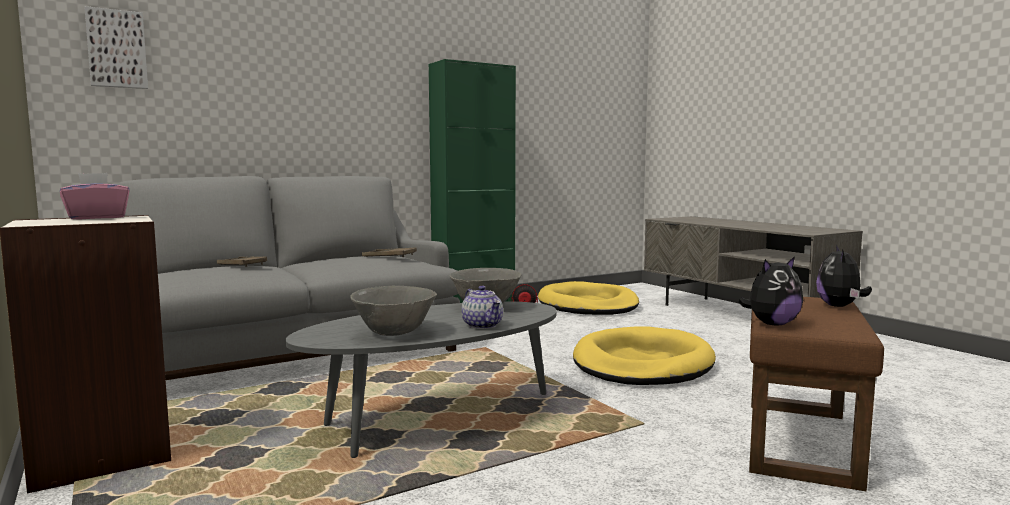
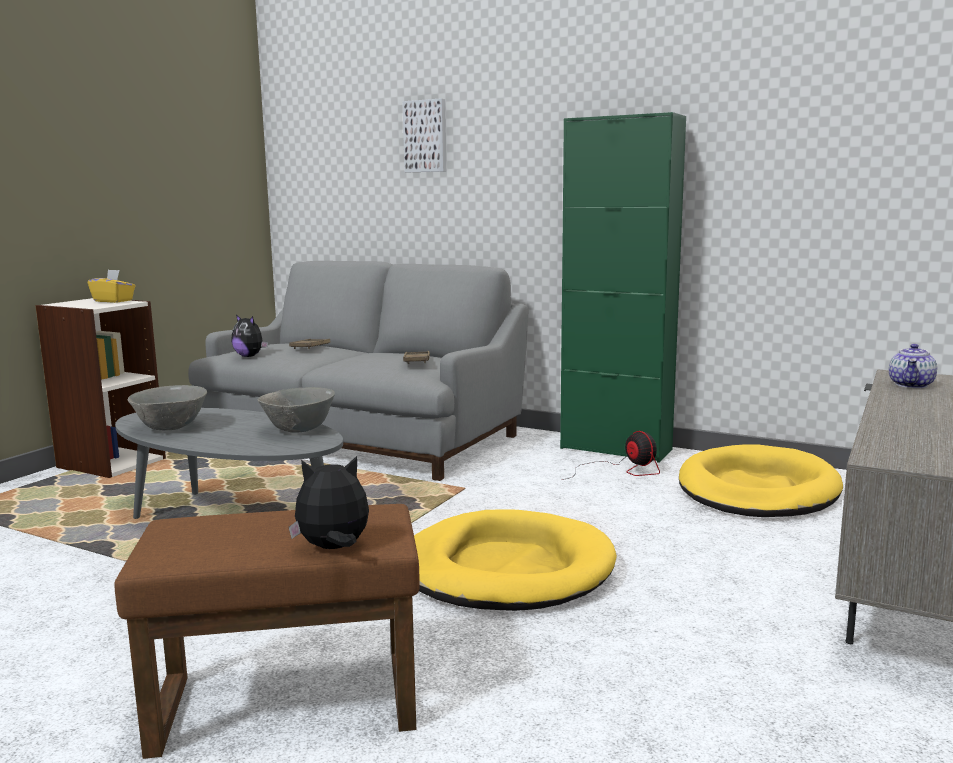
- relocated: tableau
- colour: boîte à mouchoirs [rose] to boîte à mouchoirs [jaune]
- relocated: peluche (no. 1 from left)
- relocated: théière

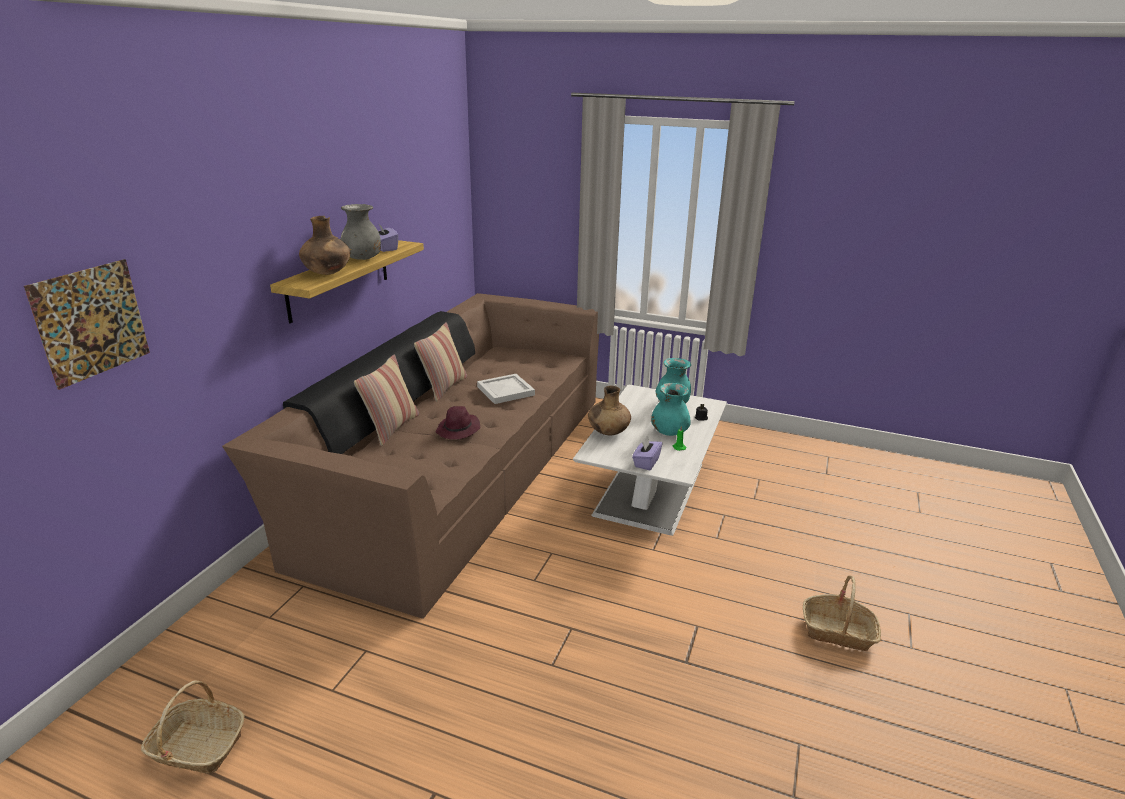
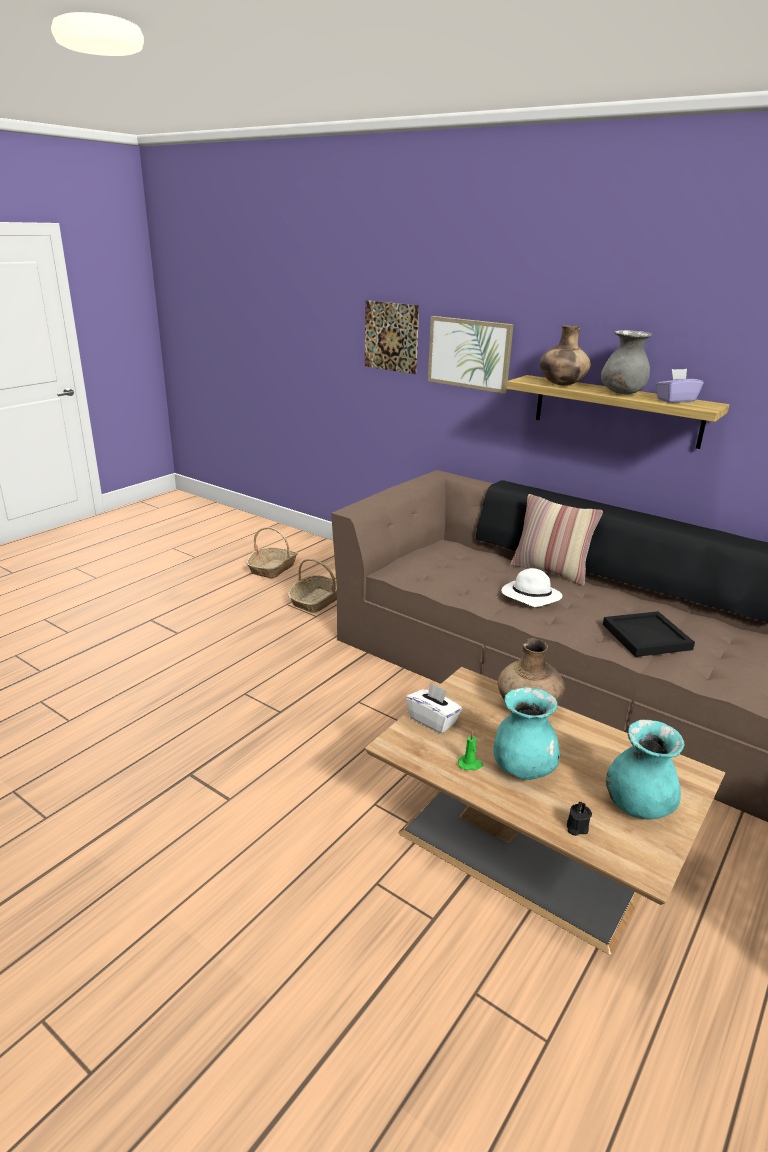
- missing: coussin (no. 2 from left)
- colour: plateau [blanc] to plateau [noir]
- colour: table basse [blanc] to table basse [marron]
- colour: chapeau [violet] to chapeau [blanc]
- colour: boîte à mouchoirs [violet] (no. 2 from left) to boîte à mouchoirs [blanc]
- relocated: panier (no. 2 from left)
- appeared: tableau (no. 2 from left)

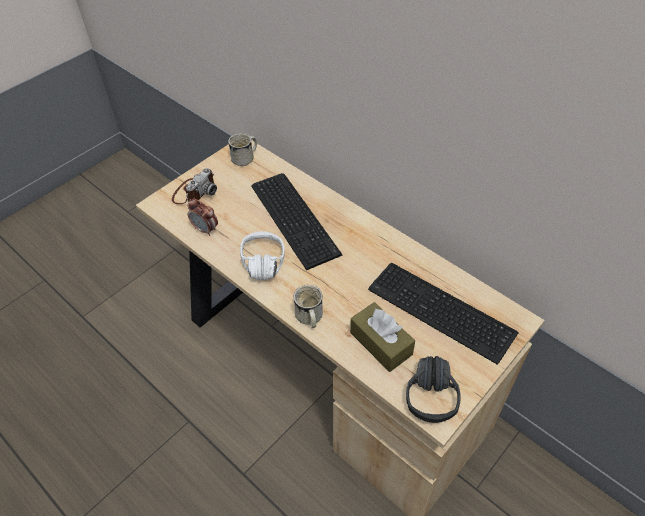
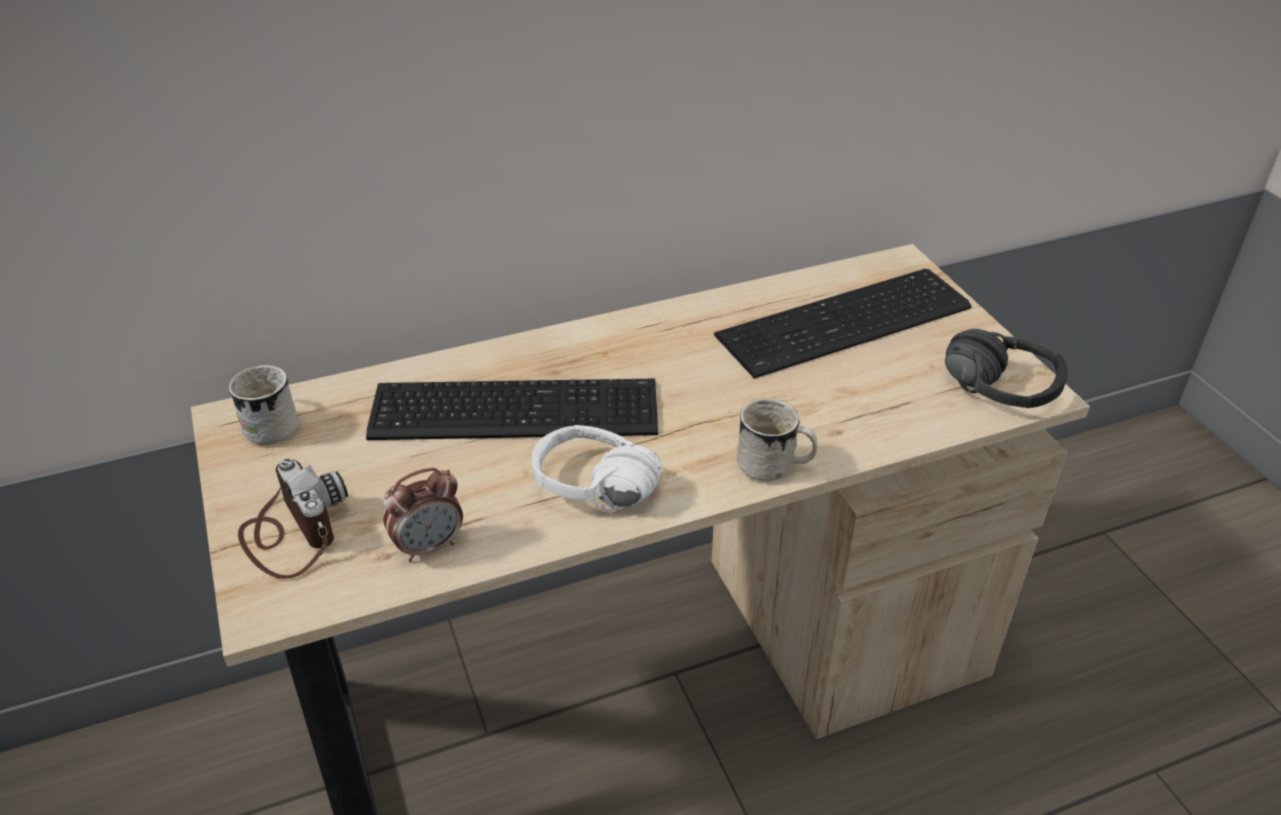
- missing: boîte à mouchoirs [marron]

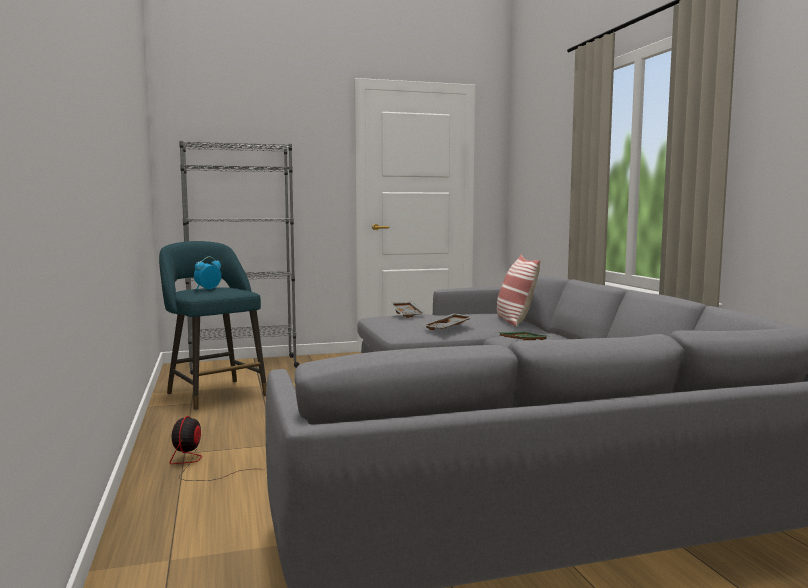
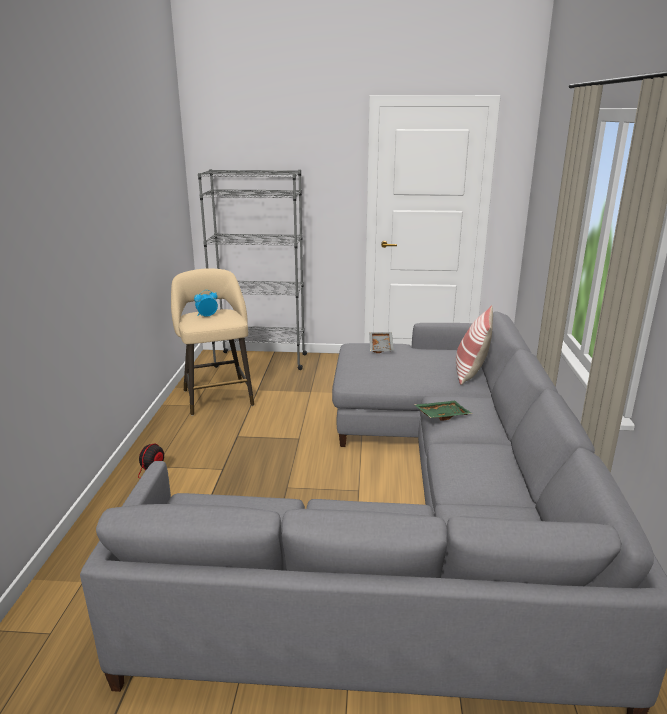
- colour: tabouret [turquoise] to tabouret [beige]
- missing: plateau [gris] (no. 2 from left)

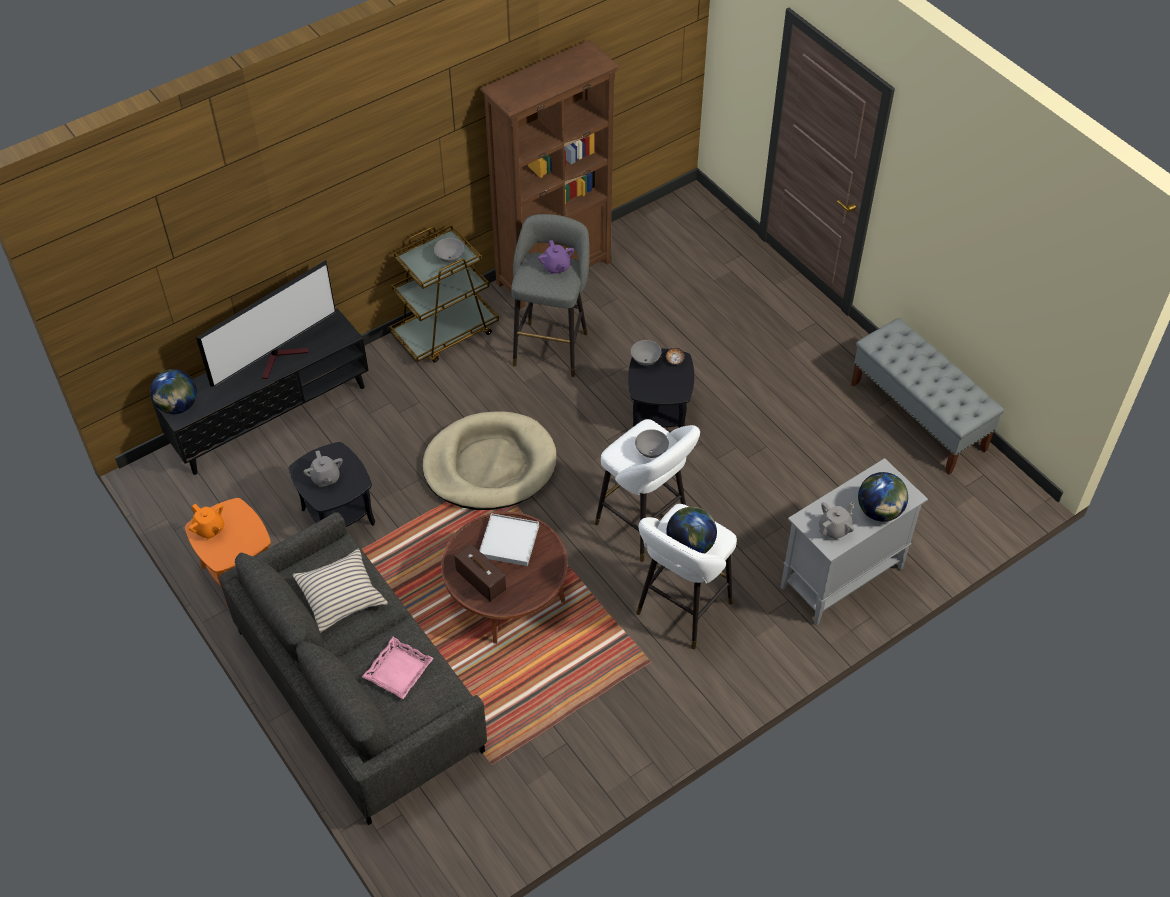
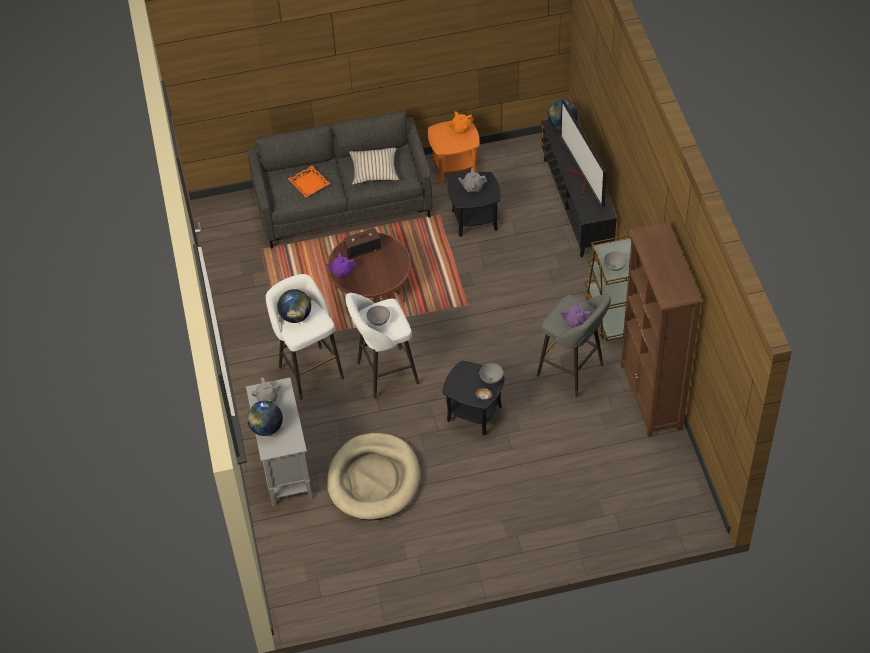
- missing: banc [gris]
- relocated: panier pour chien [beige]
- missing: plateau [blanc]
- colour: plateau [rose] to plateau [orange]
- appeared: théière [violet] (no. 1 from left)

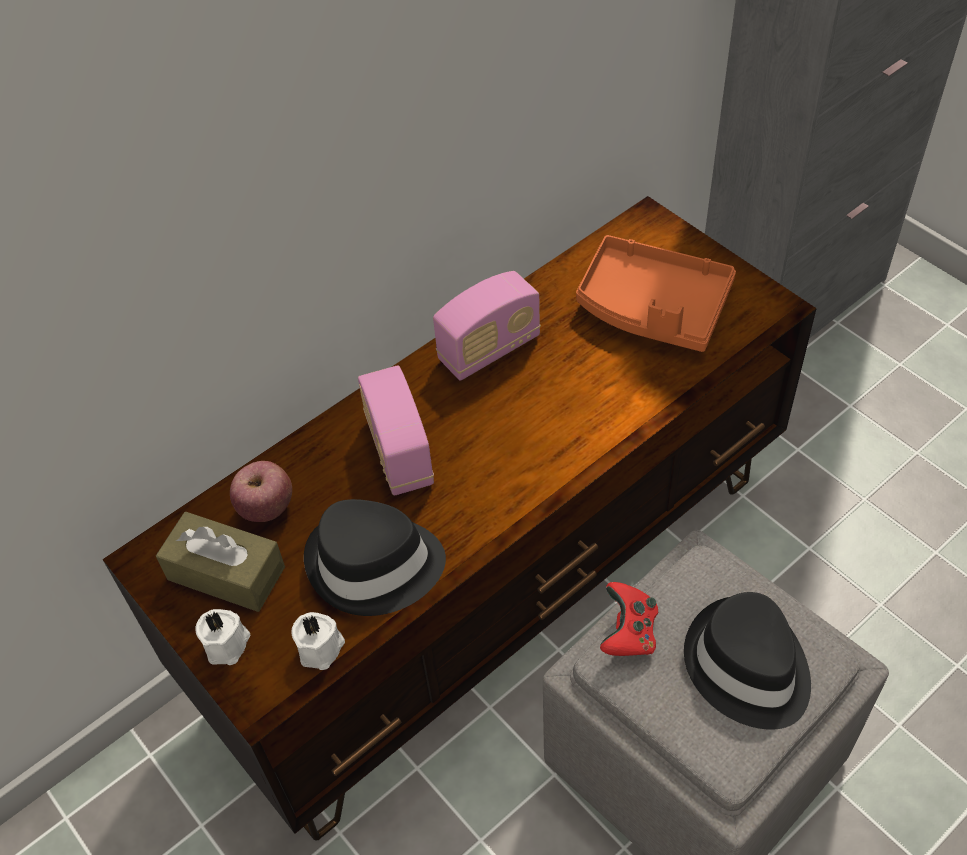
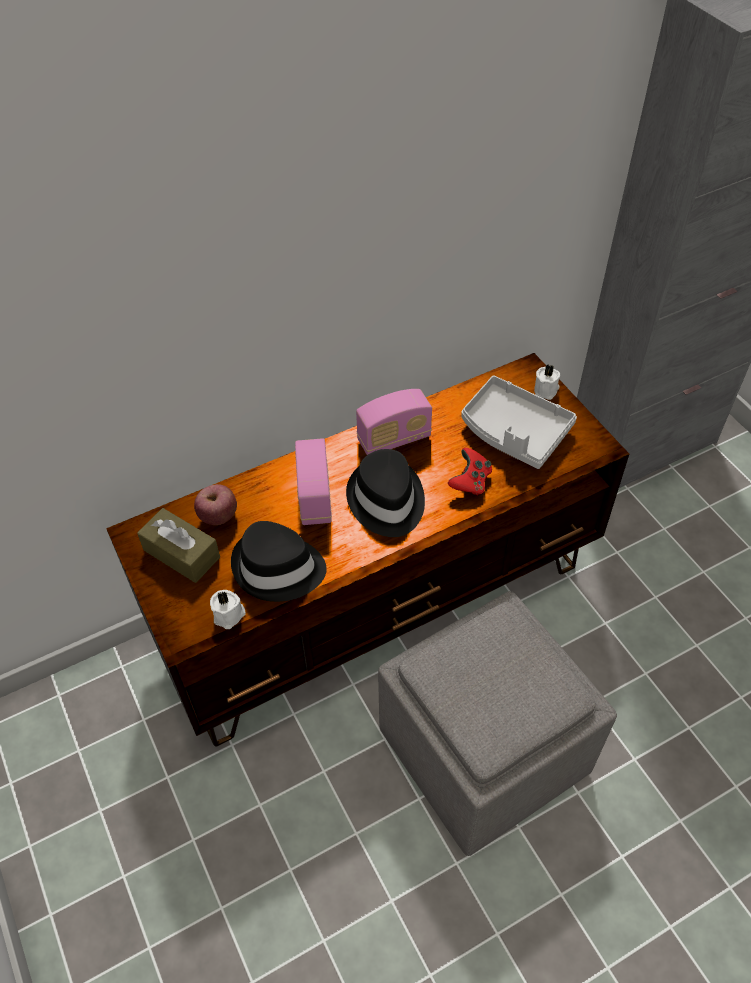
- colour: plateau [orange] to plateau [gris]
- relocated: manette [rouge]
- relocated: chapeau [noir] (no. 2 from left)
- relocated: bougie [blanc] (no. 1 from left in the first image) to bougie [blanc] (no. 2 from left)

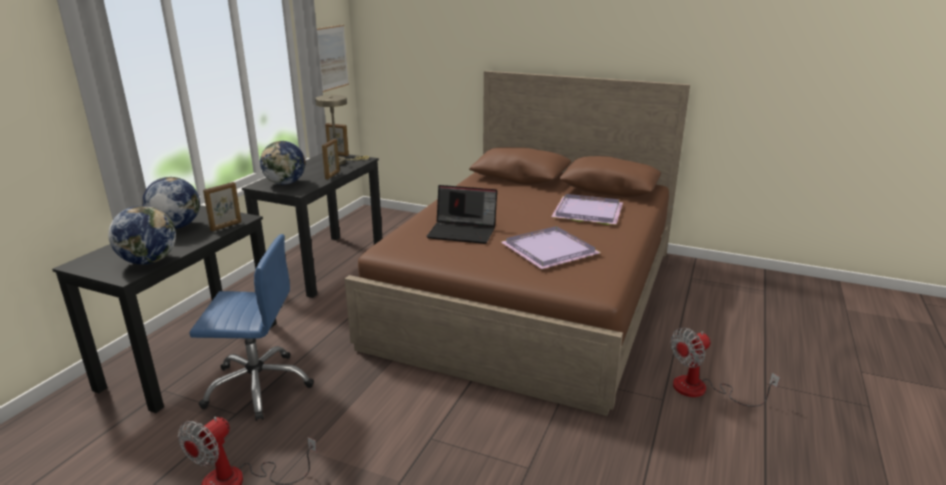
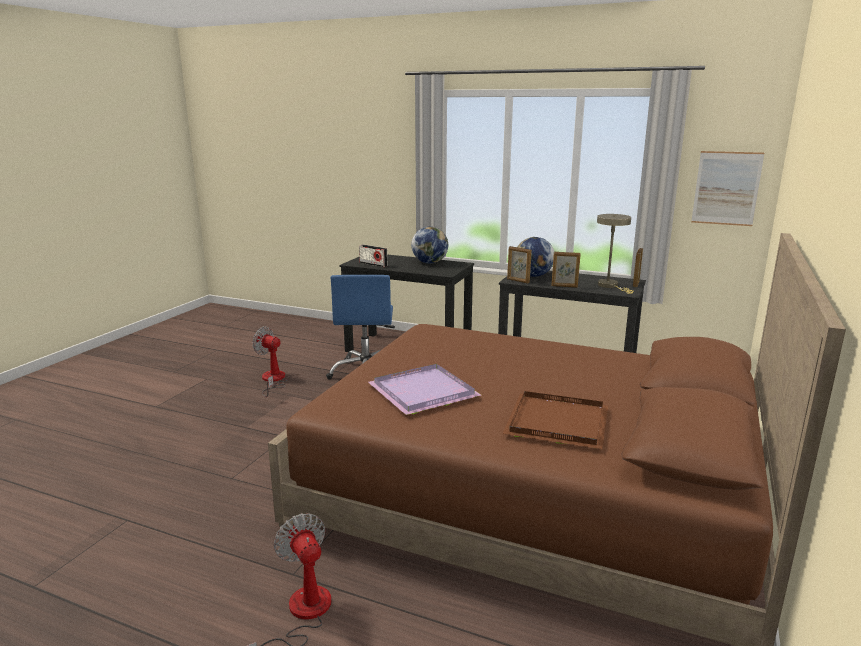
- relocated: cadre photo (no. 1 from left)
- missing: ordinateur portable
- colour: plateau [violet] (no. 2 from left) to plateau [marron]
- exchanged: globe (no. 1 from left) to radio

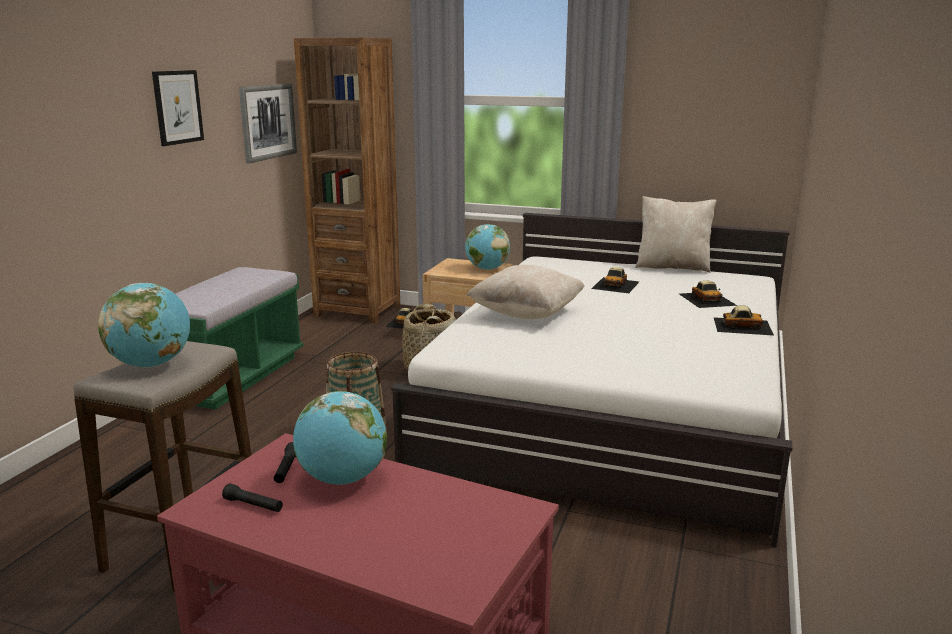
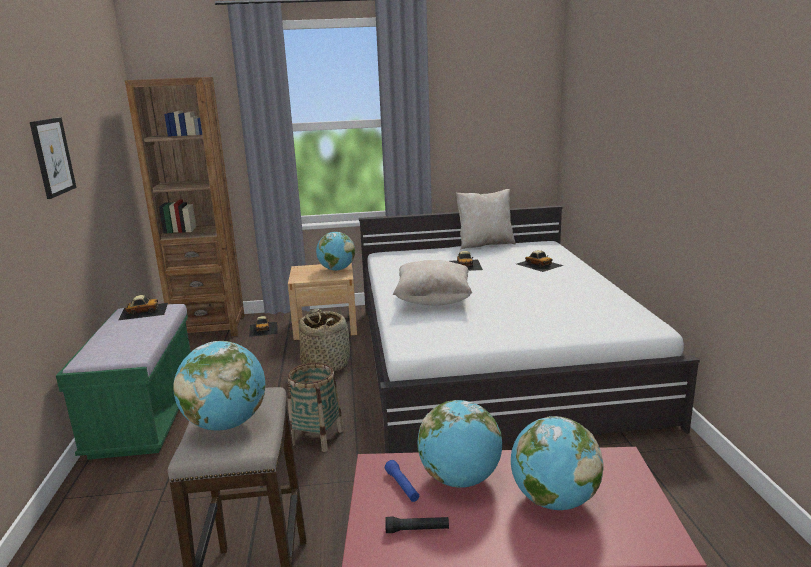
- missing: tableau (no. 2 from left)
- relocated: petite voiture (no. 4 from left in the first image) to petite voiture (no. 1 from left)
- colour: lampe de poche [noir] (no. 2 from left) to lampe de poche [bleu]
- appeared: globe (no. 4 from left)

